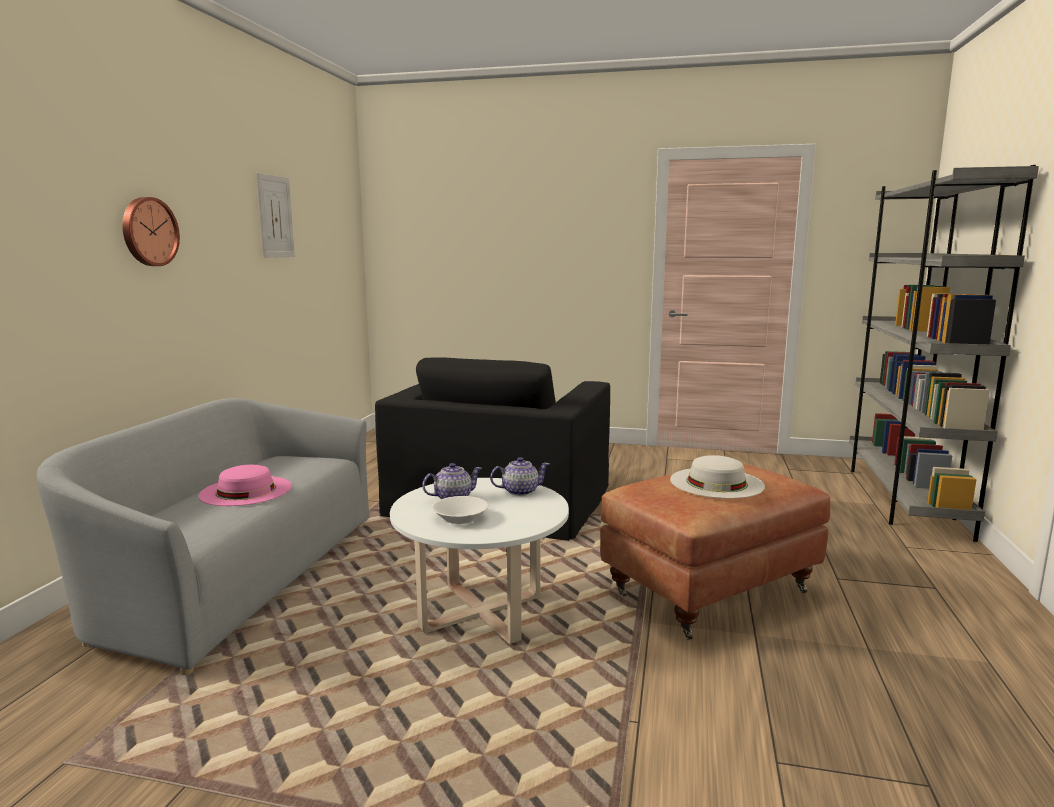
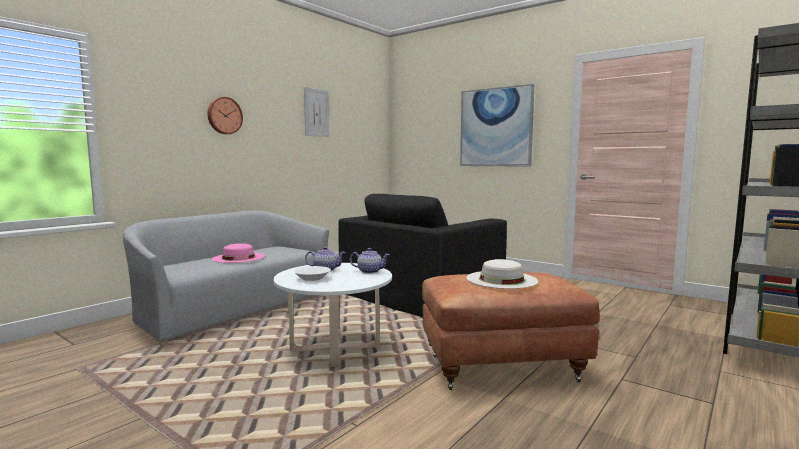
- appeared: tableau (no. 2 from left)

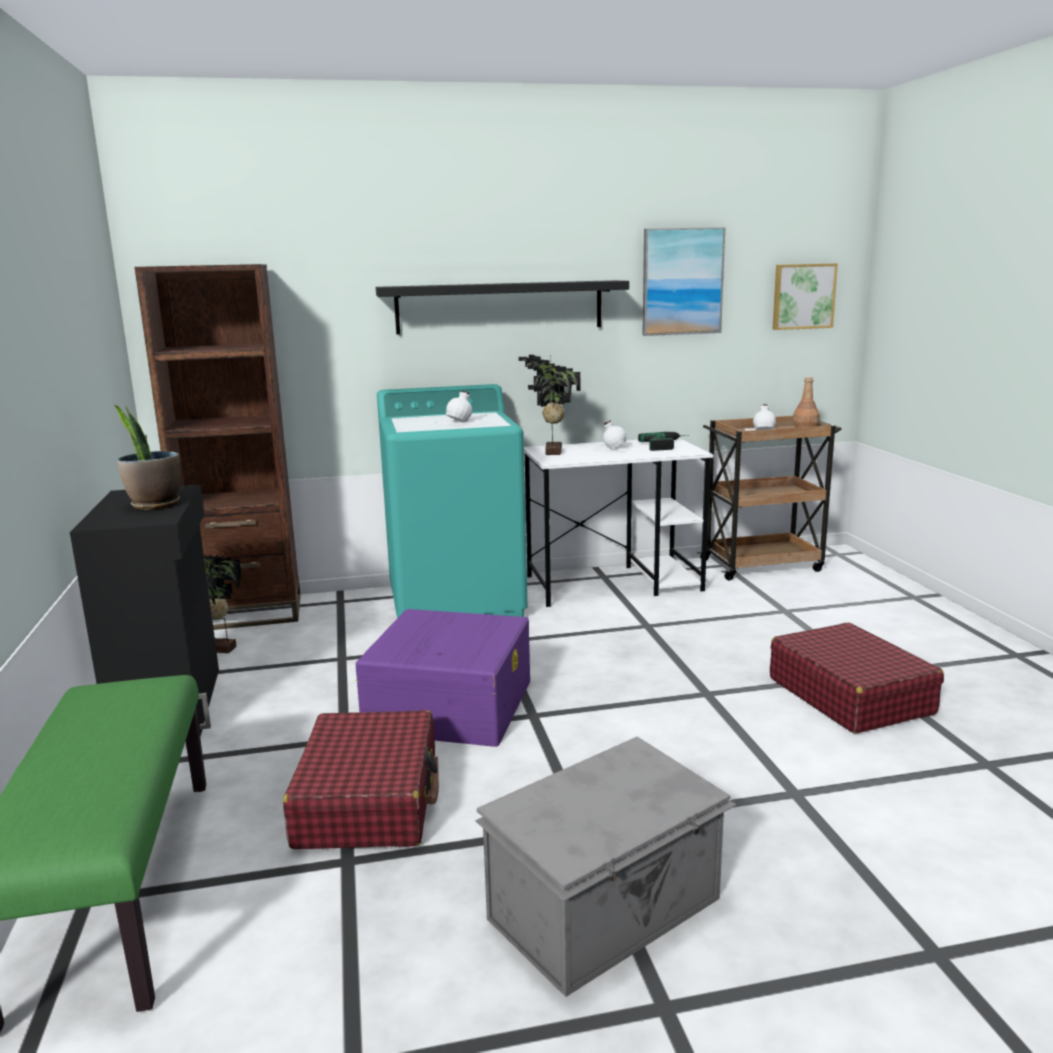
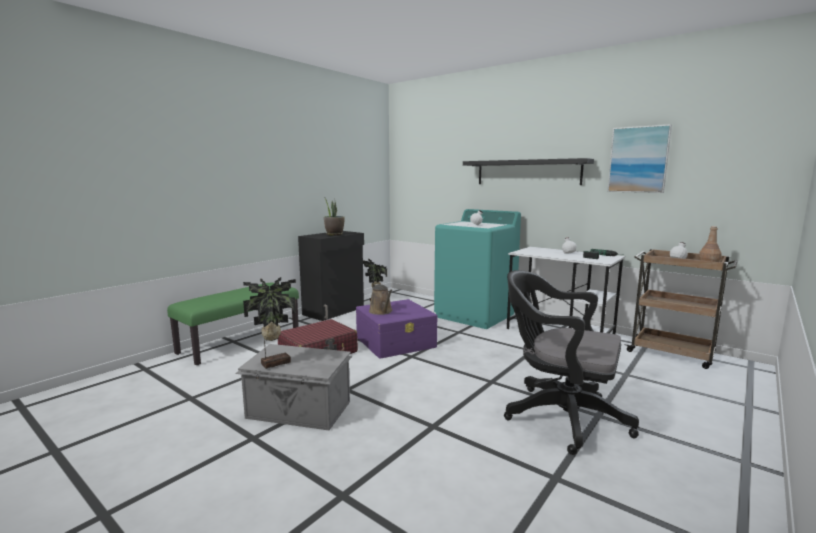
- missing: tableau (no. 2 from left)
- missing: bibliothèque [marron]
- relocated: plante en pot (no. 3 from left in the first image) to plante en pot (no. 1 from left)
- exchanged: valise [rouge] (no. 2 from left) to chaise de bureau [noir]
- appeared: arrosoir [marron]

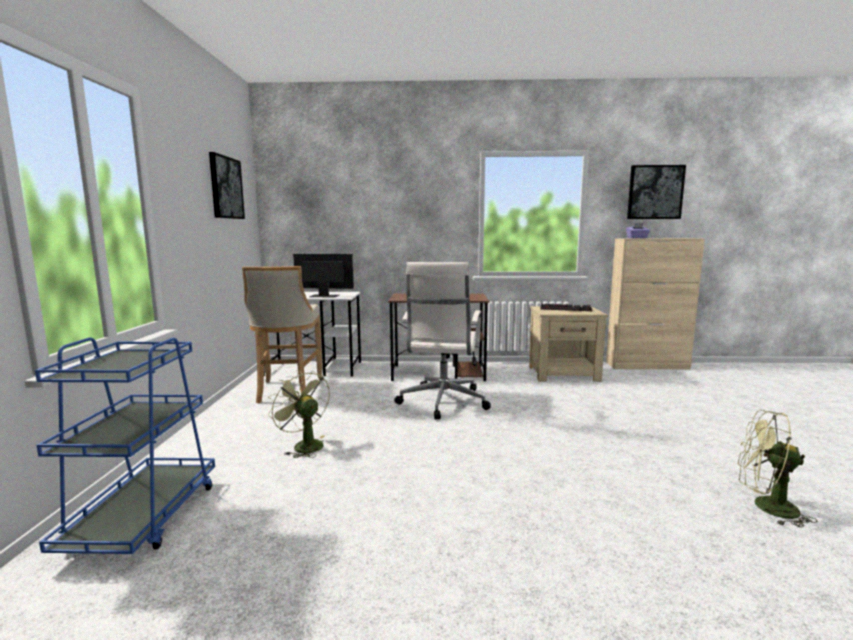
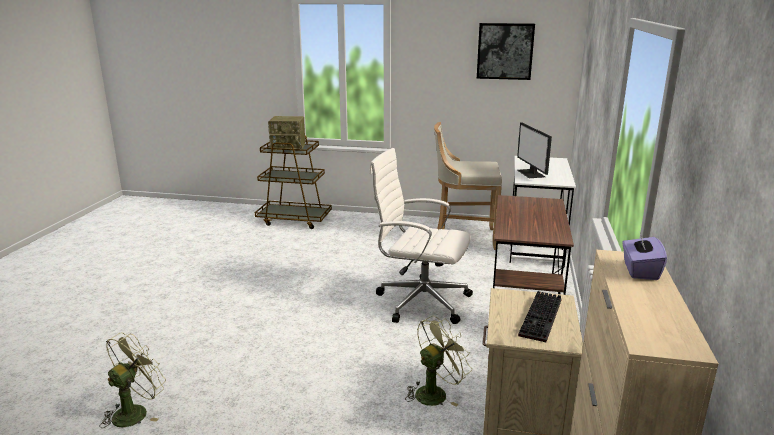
- missing: tableau (no. 2 from left)
- spun: écran d'ordinateur 150 degrees clockwise
- colour: chariot [bleu] to chariot [marron]
- relocated: ventilateur [vert] (no. 1 from left in the first image) to ventilateur [vert] (no. 2 from left)
- appeared: radio

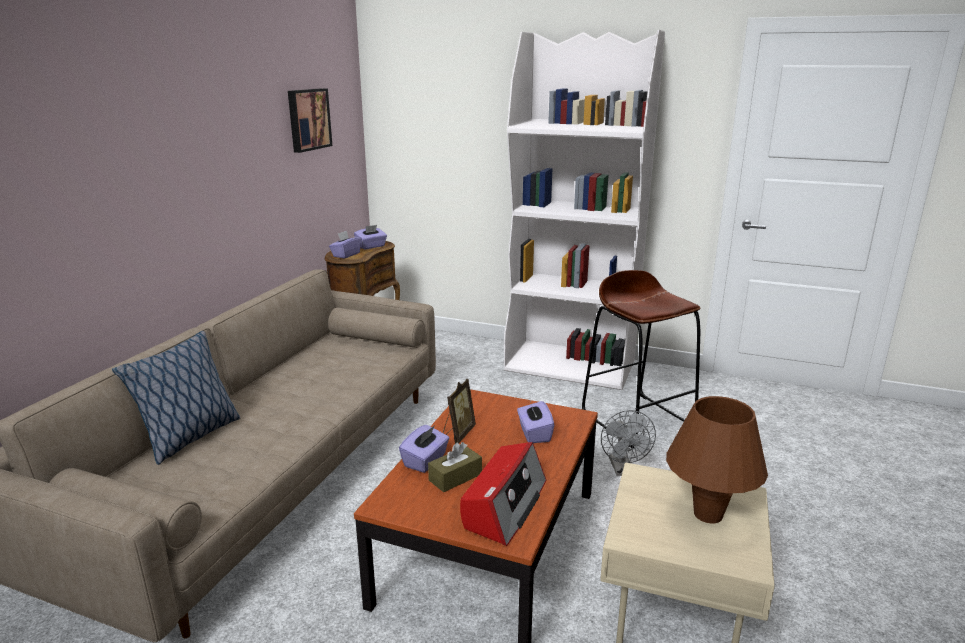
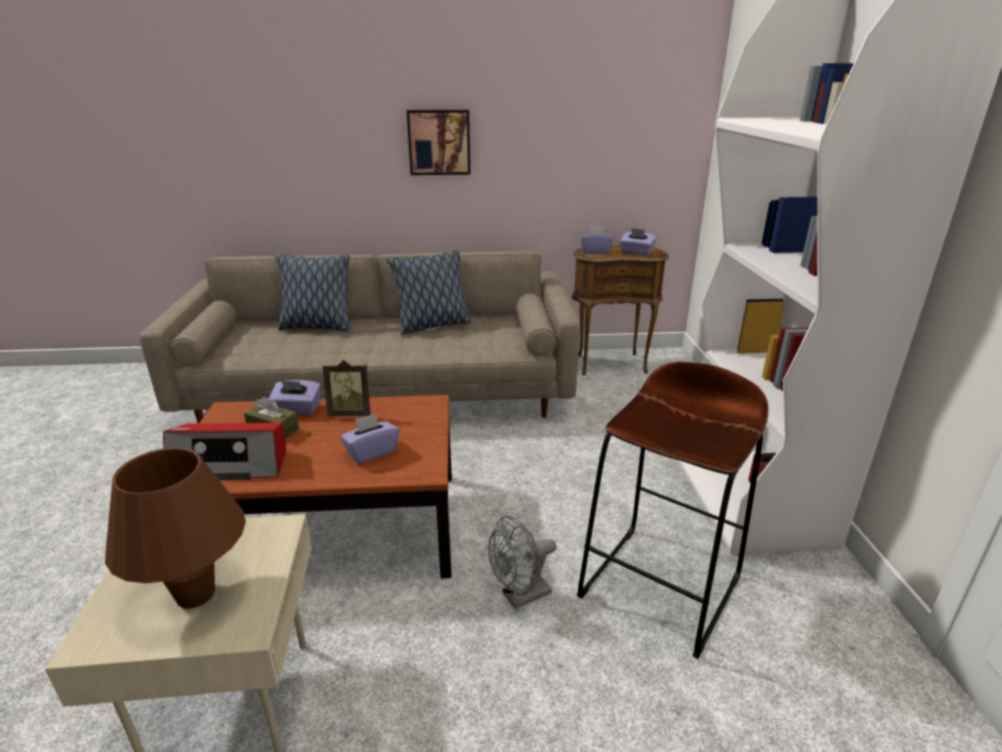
- relocated: tableau
- appeared: coussin (no. 2 from left)

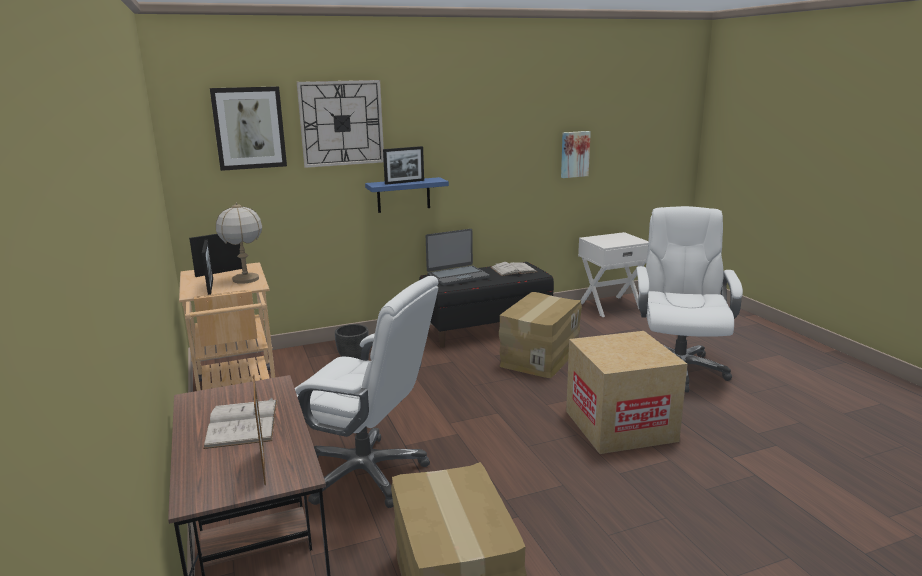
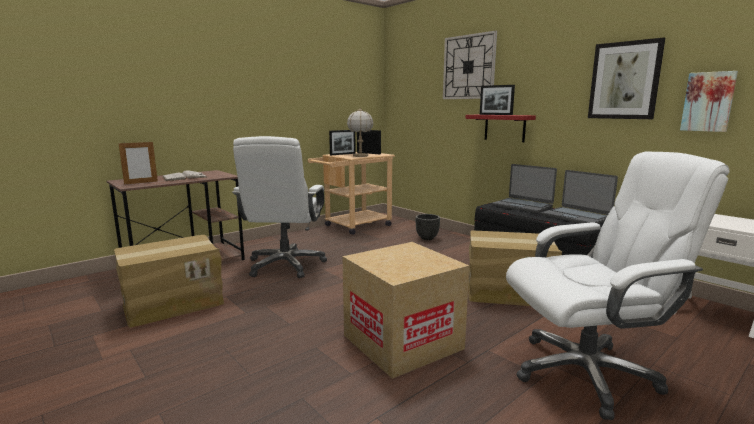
- relocated: tableau (no. 1 from left)
- colour: étagère [bleu] to étagère [rouge]
- exchanged: livre [blanc] (no. 2 from left) to ordinateur portable (no. 2 from left)

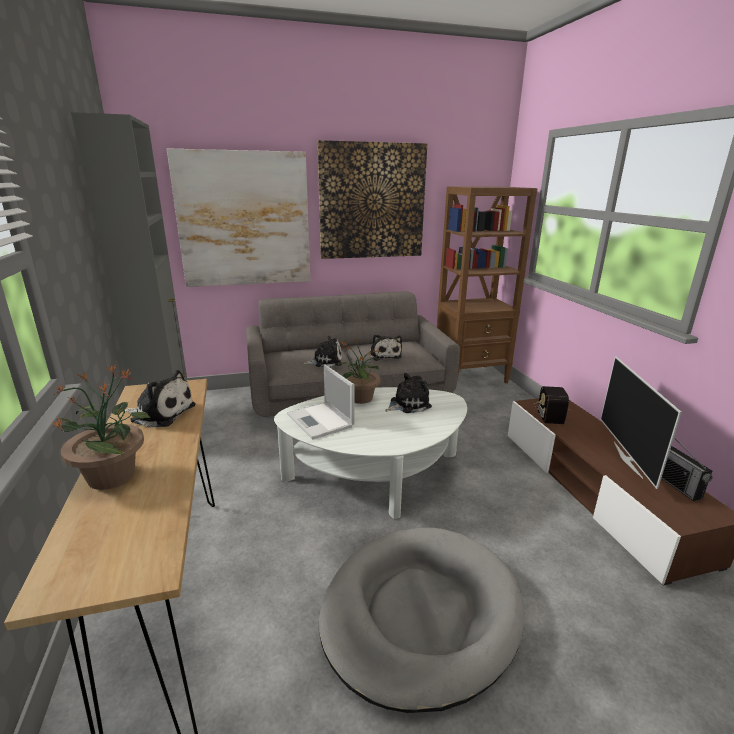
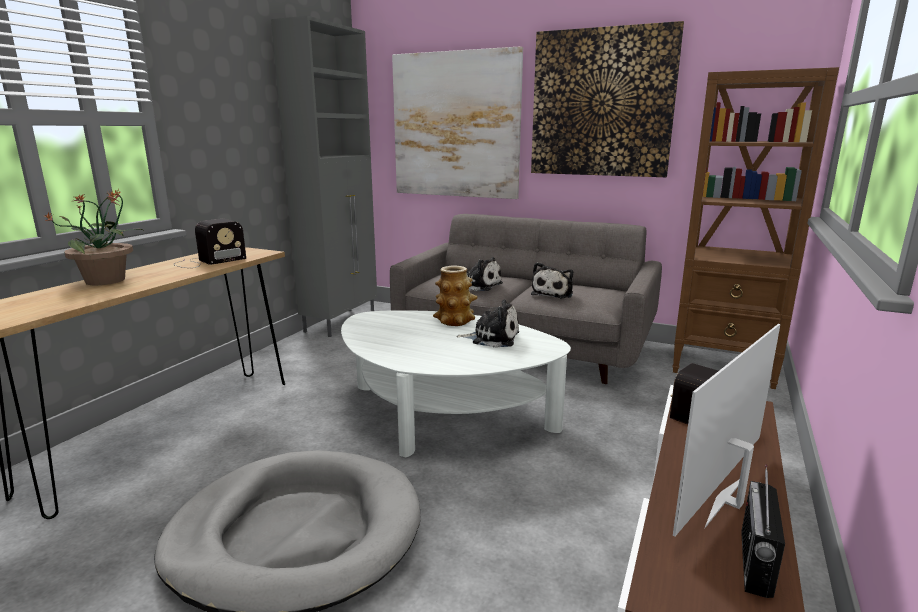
- exchanged: plante en pot (no. 2 from left) to vase
- missing: ordinateur portable
- exchanged: peluche (no. 1 from left) to radio (no. 1 from left)

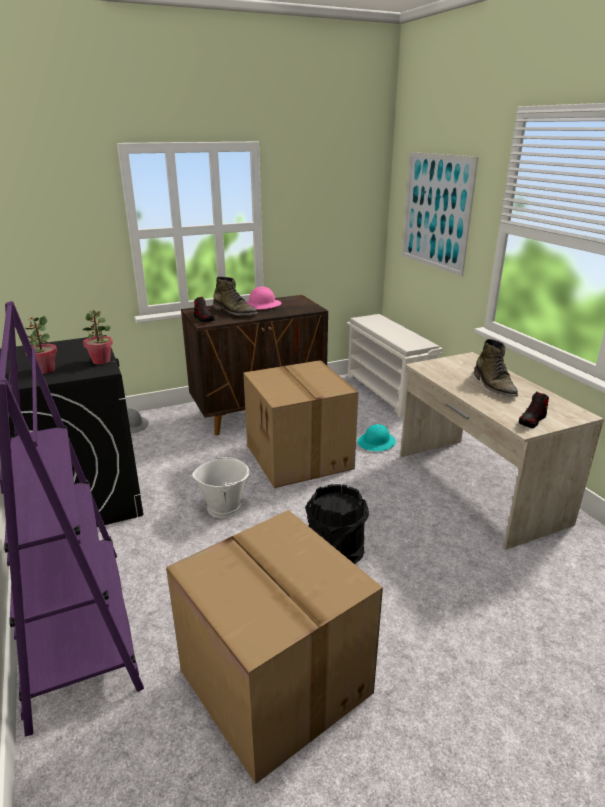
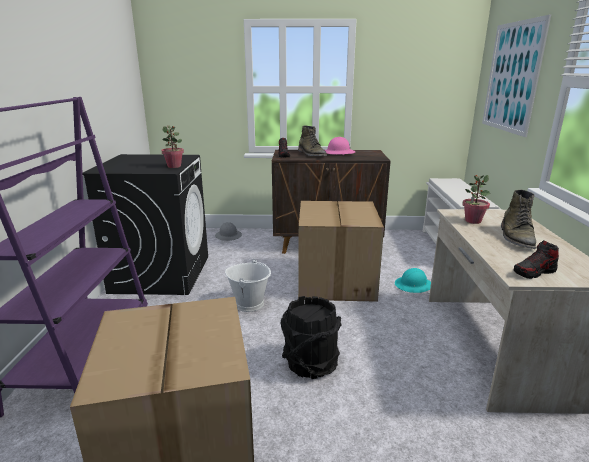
- relocated: plante en pot (no. 1 from left in the first image) to plante en pot (no. 2 from left)

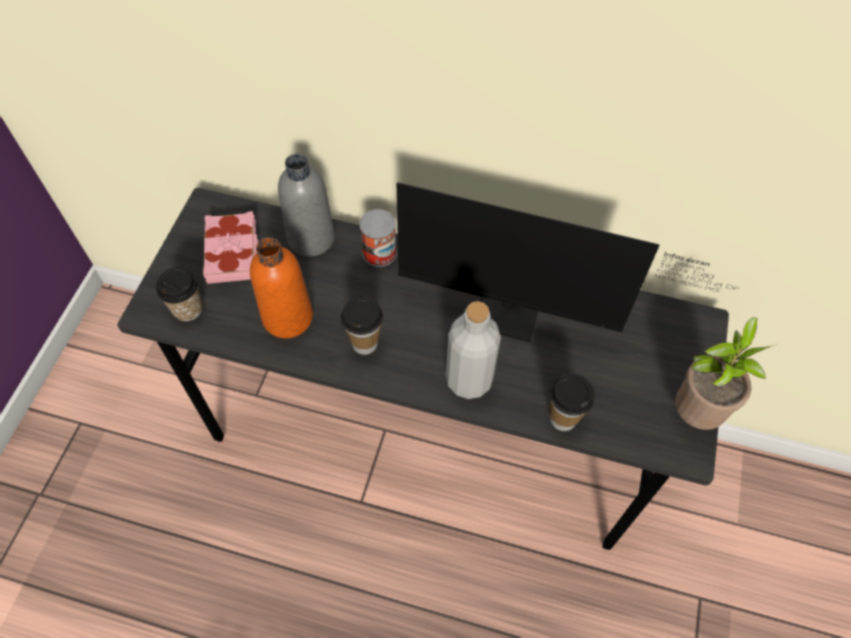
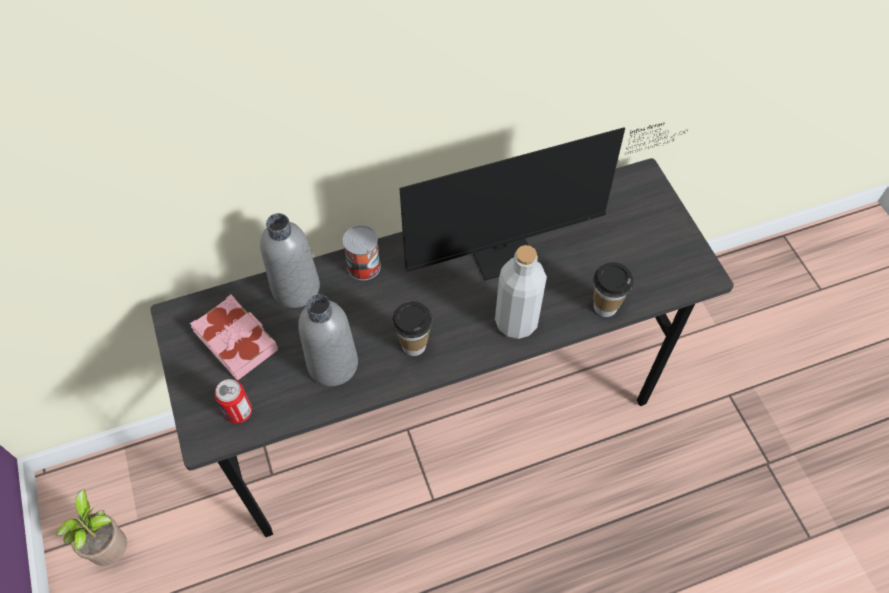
- colour: bouteille [orange] to bouteille [gris] (no. 2 from left)
- exchanged: tasse (no. 1 from left) to boîte métallique (no. 1 from left)
- relocated: plante en pot

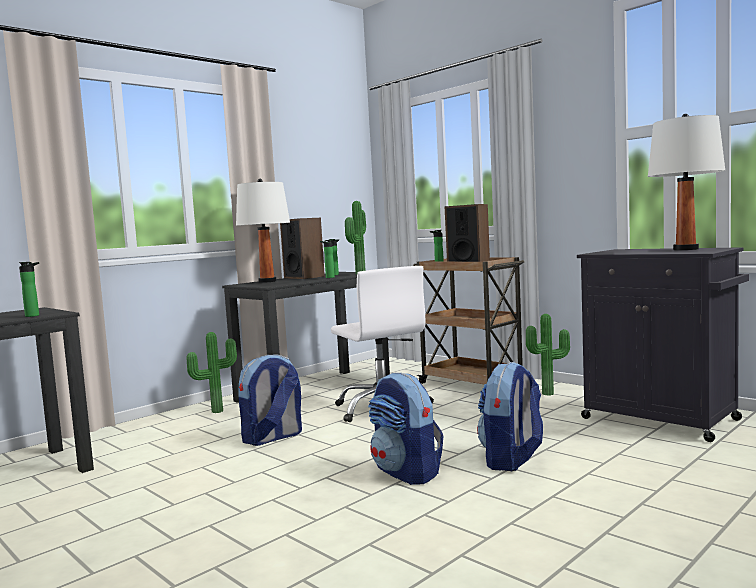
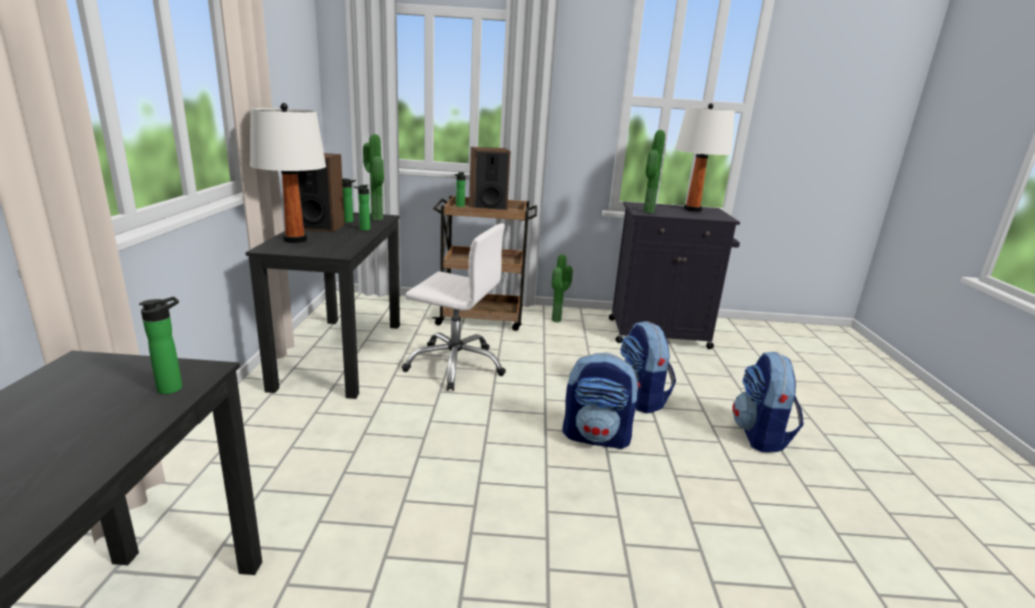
- relocated: plante en pot (no. 1 from left in the first image) to plante en pot (no. 3 from left)
- relocated: sac à dos (no. 1 from left in the first image) to sac à dos (no. 3 from left)

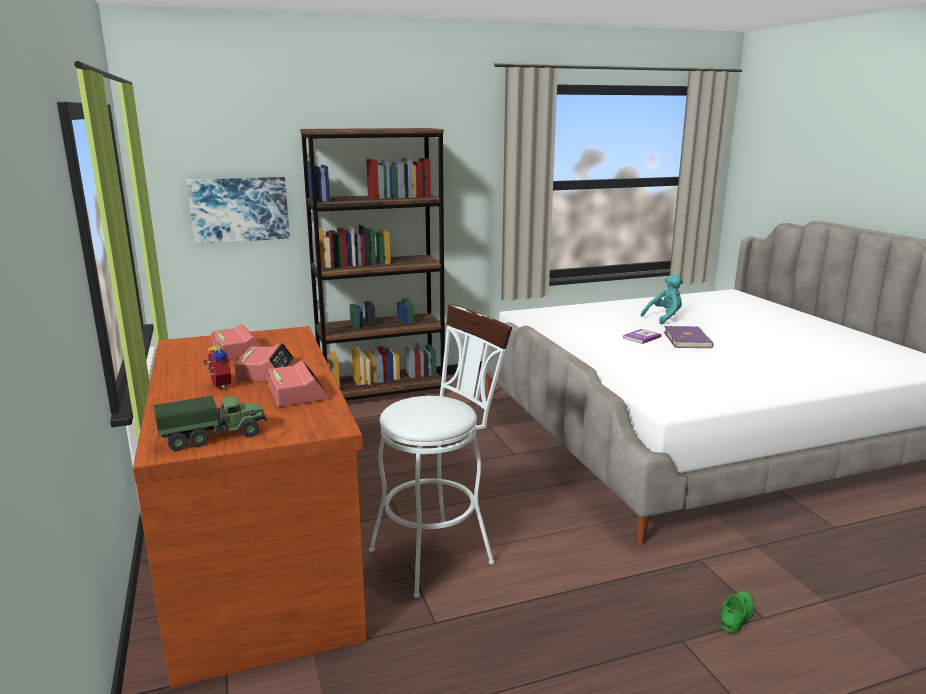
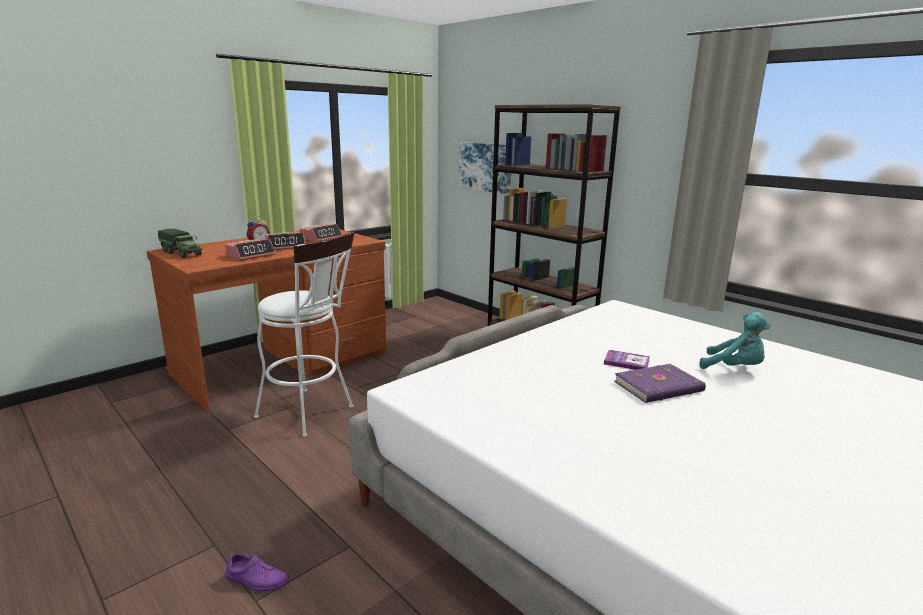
- colour: chaussure [vert] to chaussure [violet]

